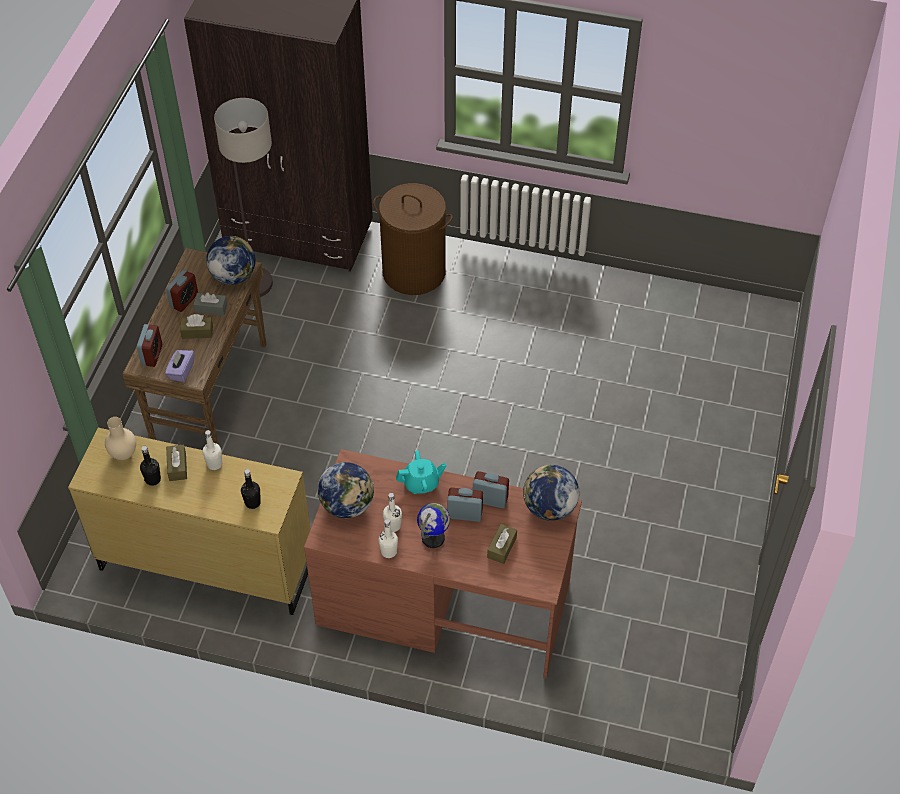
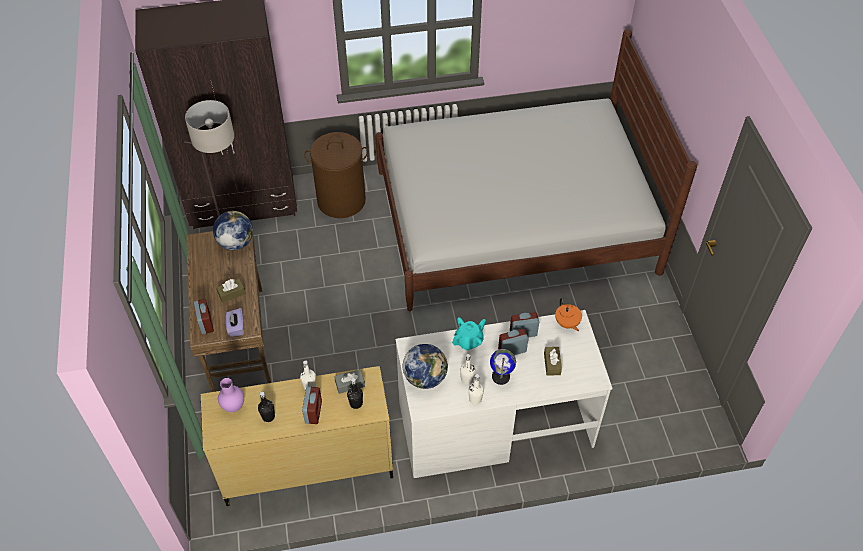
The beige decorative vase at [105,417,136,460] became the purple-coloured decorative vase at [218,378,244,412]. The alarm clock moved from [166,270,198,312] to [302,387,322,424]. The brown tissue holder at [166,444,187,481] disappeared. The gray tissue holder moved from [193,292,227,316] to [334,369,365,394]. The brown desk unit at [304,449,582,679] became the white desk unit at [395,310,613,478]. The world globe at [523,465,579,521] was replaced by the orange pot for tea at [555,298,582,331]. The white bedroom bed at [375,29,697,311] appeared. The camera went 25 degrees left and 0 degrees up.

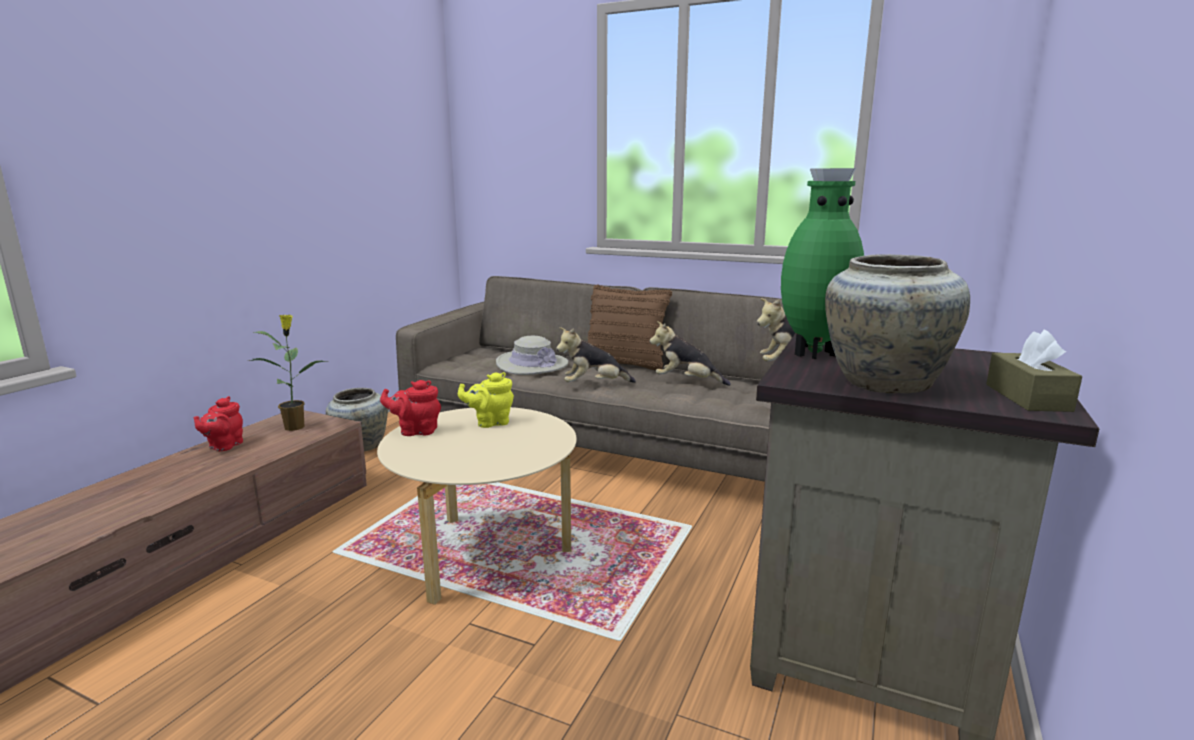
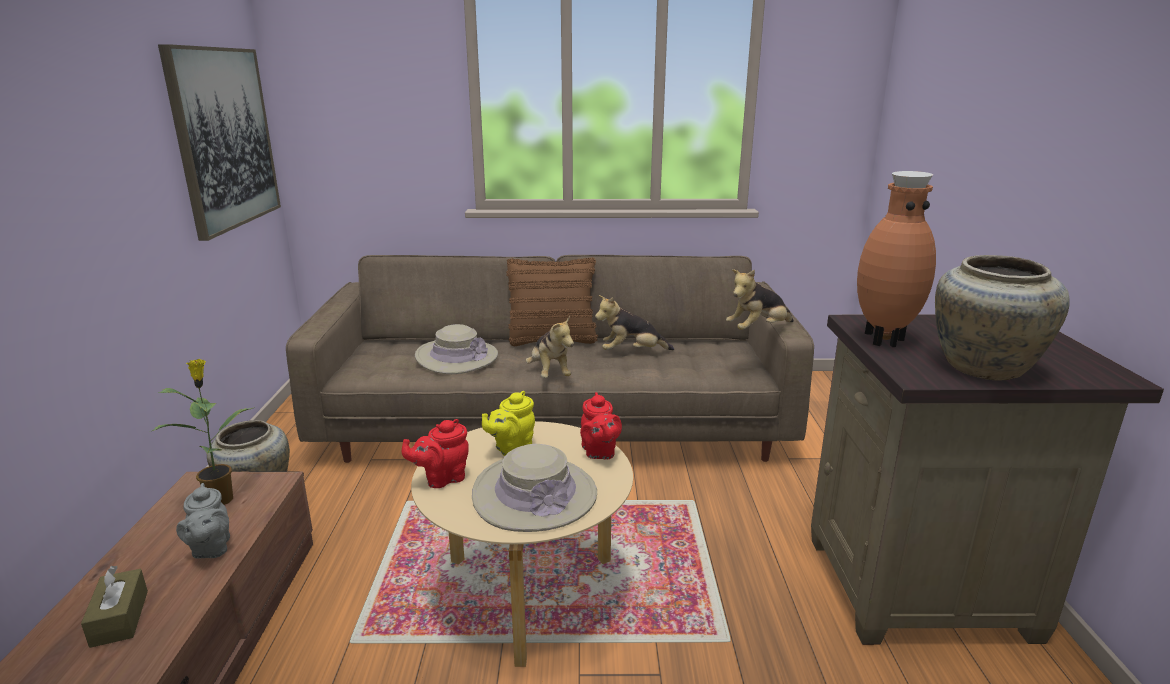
The reddish pot for tea moved from [194,396,243,451] to [580,392,622,459]. The soft toy at [556,327,636,383] turned 75 degrees counterclockwise. The green-coloured decorative vase at [781,168,864,359] became the brown decorative vase at [857,171,936,347]. The brown tissue holder moved from [986,330,1082,412] to [81,565,148,648]. The wall art at [158,44,281,241] appeared. The gray pot for tea at [176,483,230,559] appeared. The beige clothing hat at [472,444,597,532] appeared. The camera went 25 degrees left and 5 degrees up.

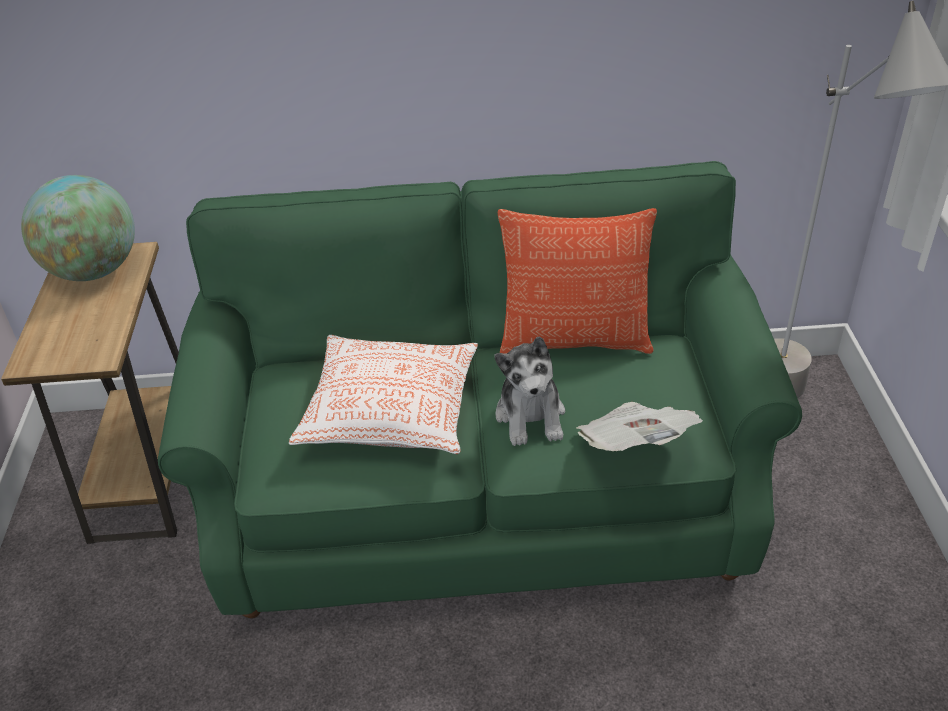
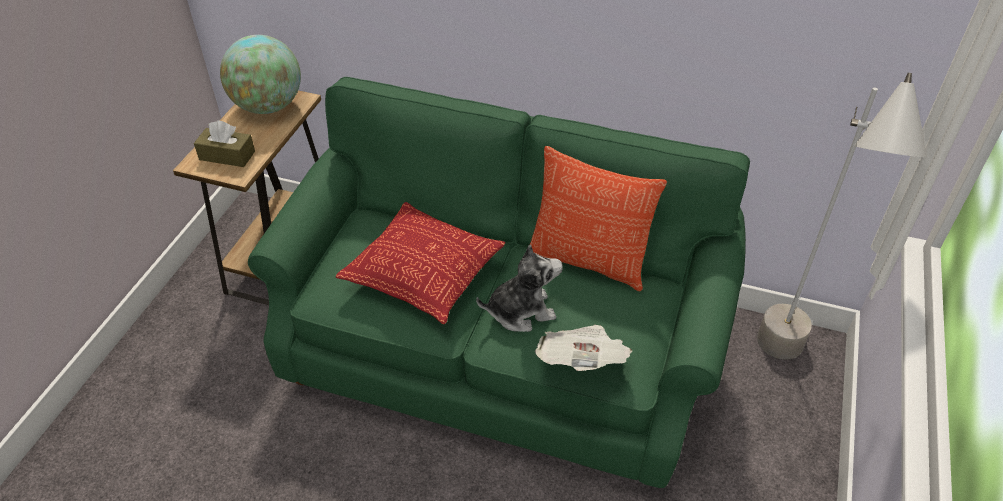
The white cushion at [289,335,478,454] became the reddish cushion at [336,202,505,324]. The soft toy at [494,336,565,446] turned 120 degrees counterclockwise. The brown tissue holder at [194,120,255,167] appeared. The camera went 20 degrees right and 5 degrees up.

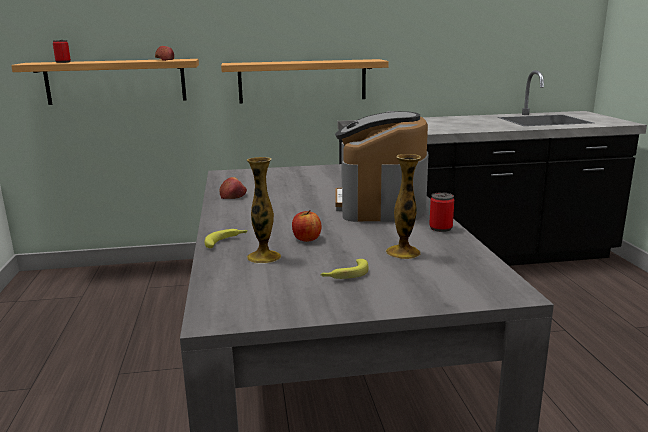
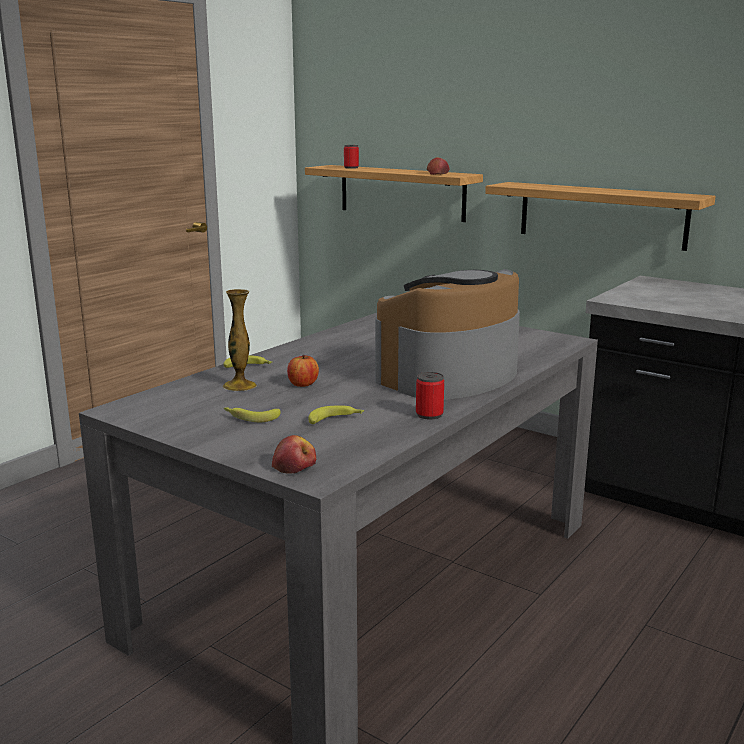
The apple moved from [219,177,247,199] to [272,435,316,474]. The decorative vase at [386,154,421,259] was replaced by the banana at [308,405,365,424]. The camera went 45 degrees right and 0 degrees up.

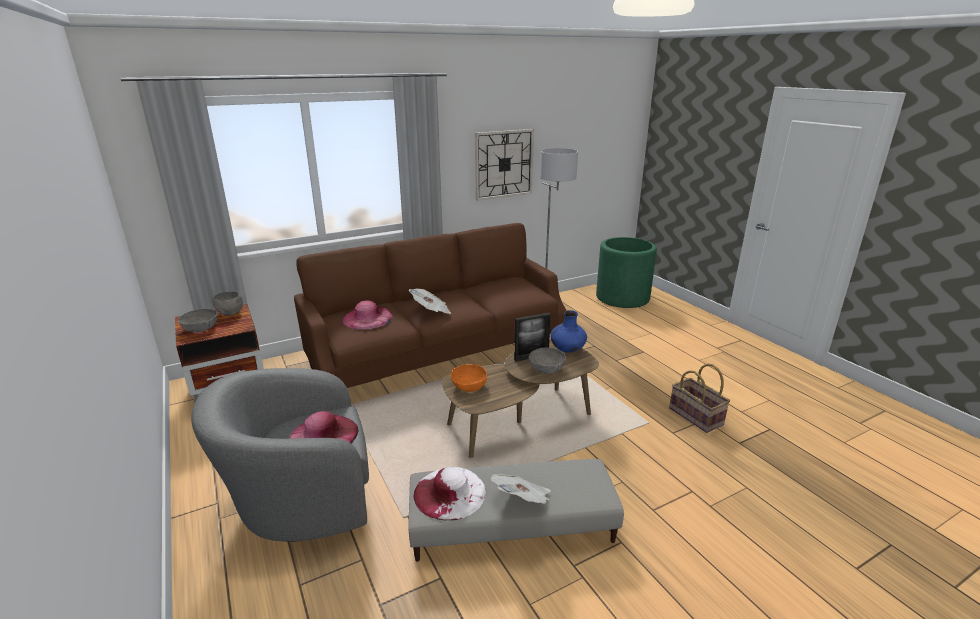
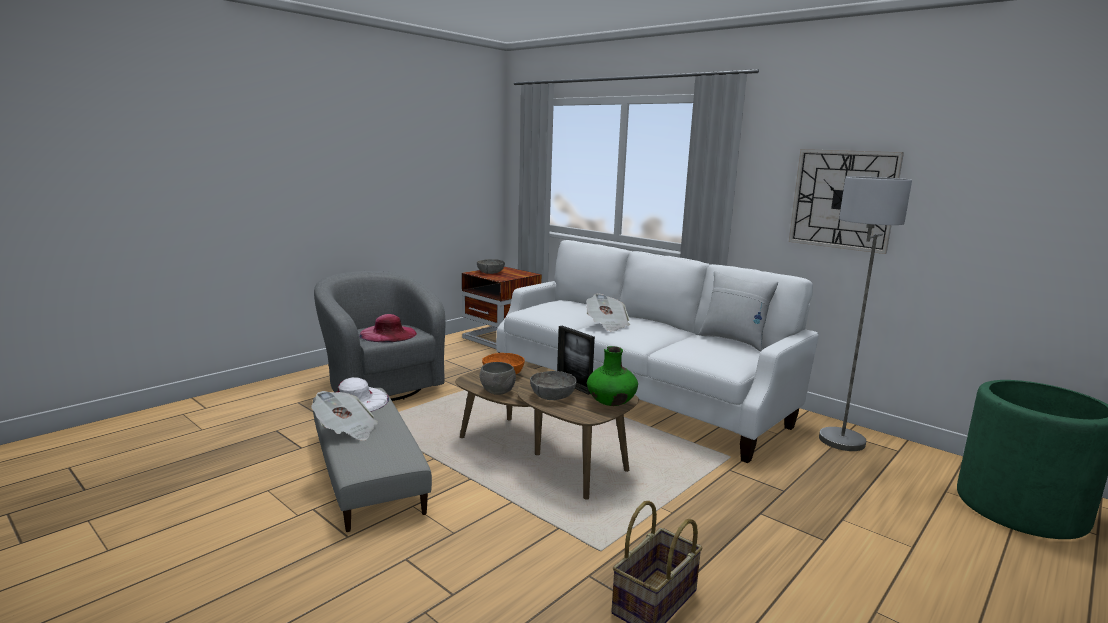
The gray deep dish moved from [213,291,243,316] to [480,362,516,395]. The brown sofa at [294,223,566,388] became the white sofa at [496,240,819,463]. The pink clothing hat at [342,300,393,330] disappeared. The bluish decorative vase at [550,310,587,353] became the green-coloured decorative vase at [587,346,638,406]. The gray cushion at [698,271,778,351] appeared. The camera went 70 degrees right and 10 degrees down.

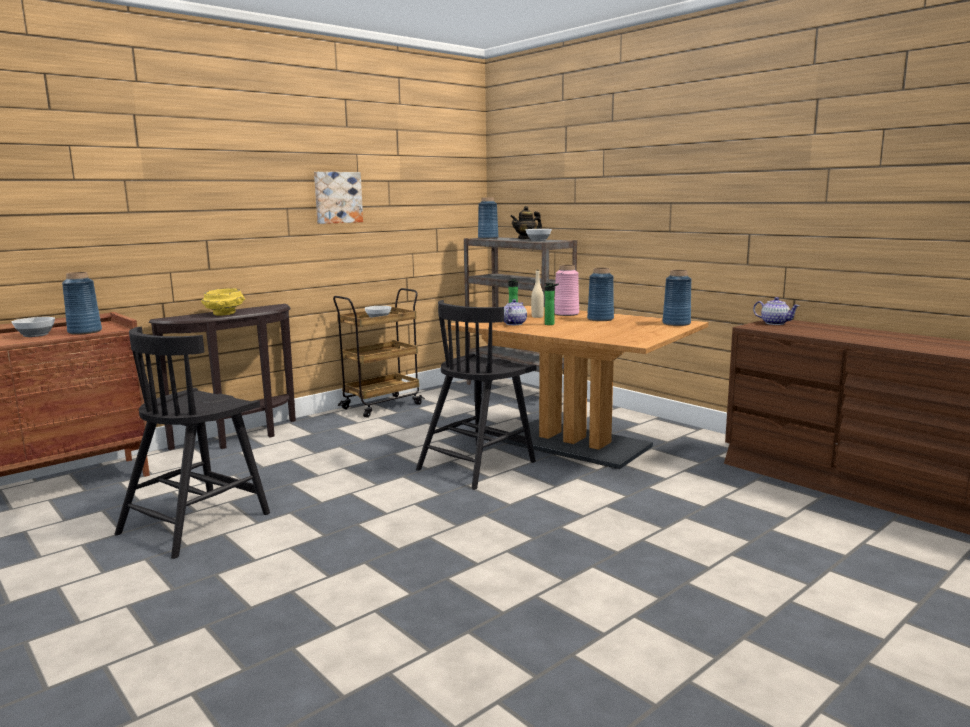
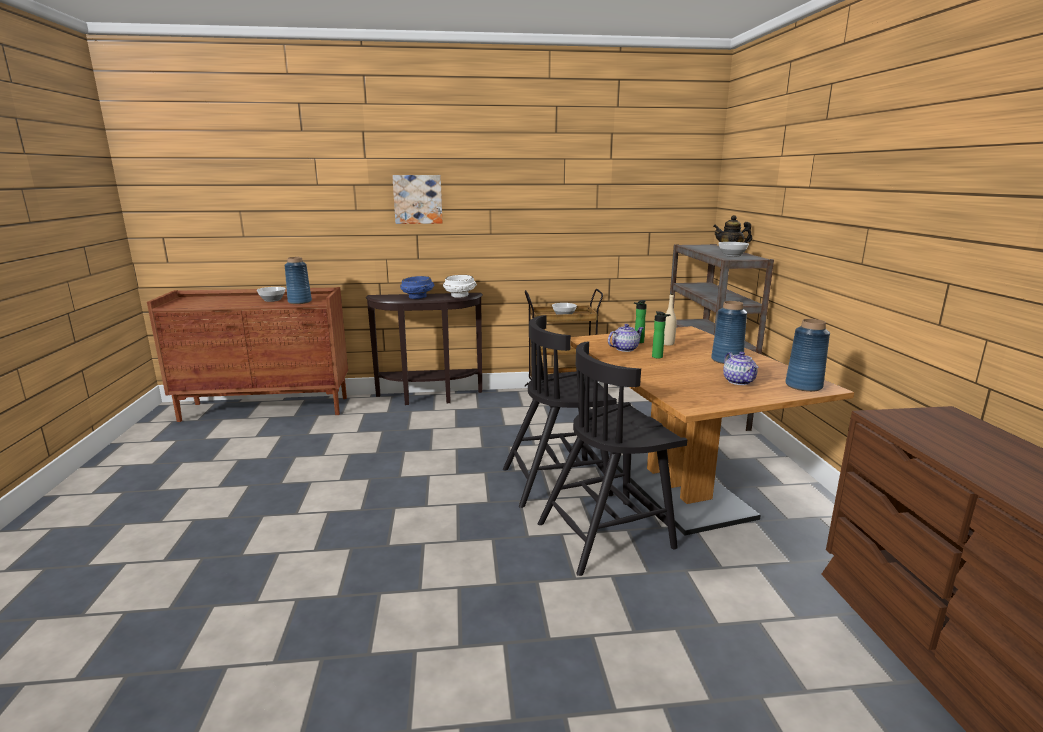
The black-coloured plain chair moved from [114,326,270,559] to [538,342,687,576]. The yellowish deep dish at [201,288,245,315] became the bluish deep dish at [400,276,435,299]. The wall art moved from [314,172,363,224] to [392,175,443,224]. The bluish decorative vase at [478,197,499,239] disappeared. The pink decorative vase at [554,265,579,316] disappeared. The pot for tea moved from [753,297,800,325] to [723,352,759,385]. The white deep dish at [443,275,477,298] appeared. The camera went 35 degrees right and 5 degrees up.

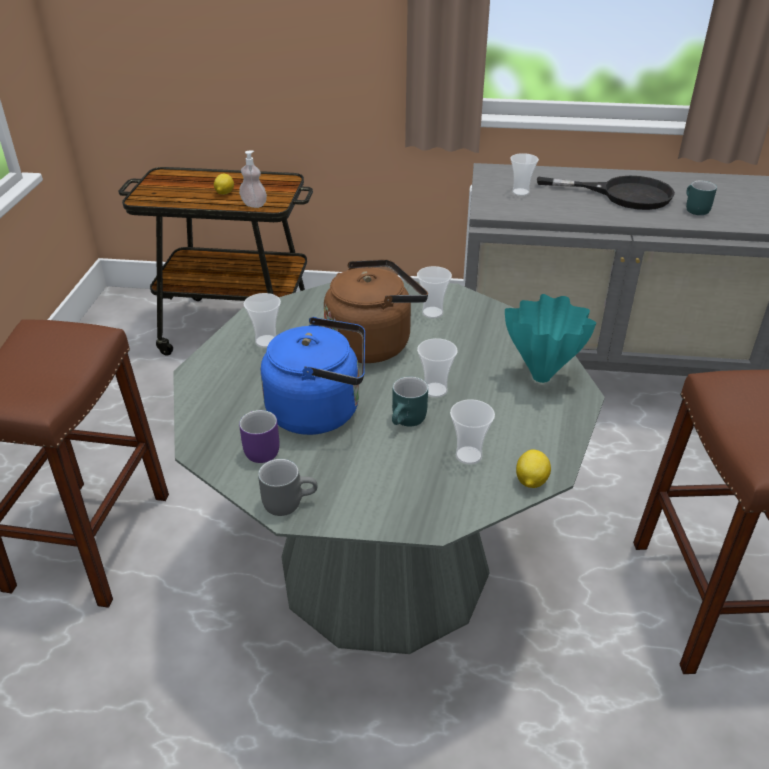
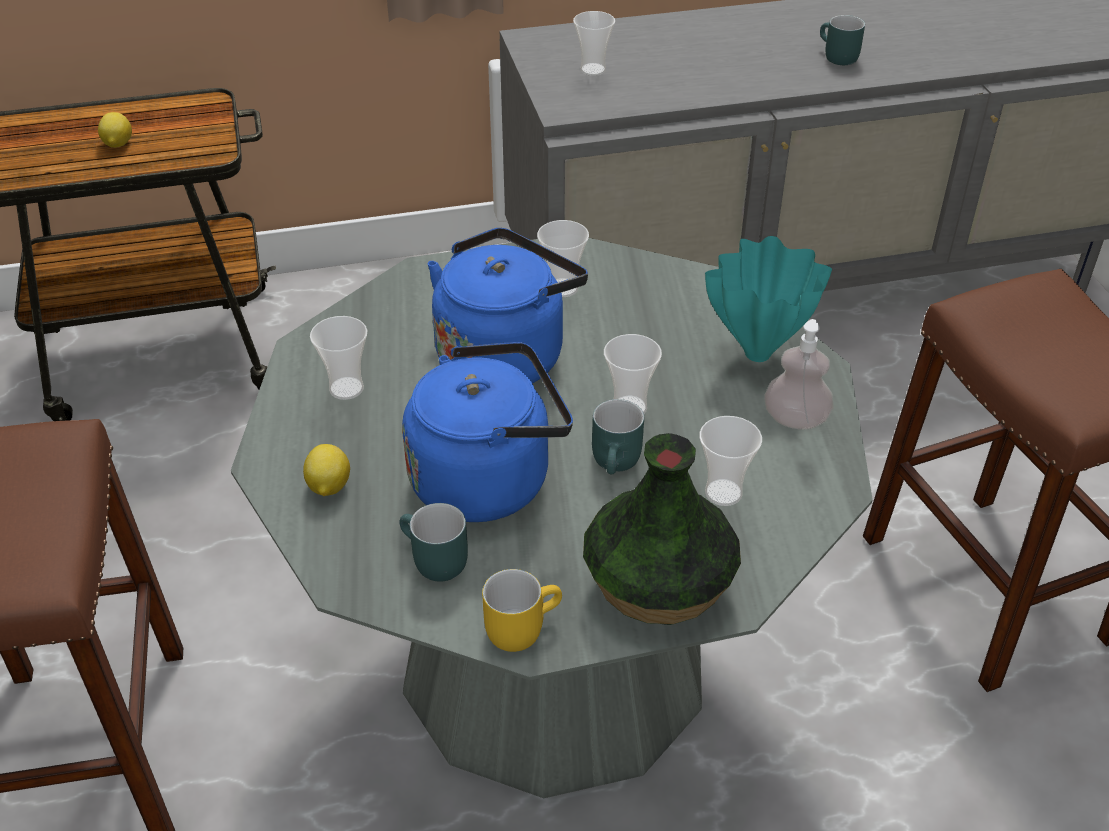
The liquid soap bottle moved from [239,150,267,208] to [764,319,833,430]. The purple-coloured tea mug at [239,410,279,463] became the turquoise-coloured tea mug at [399,503,468,582]. The gray tea mug at [258,459,318,516] became the yellowish tea mug at [482,569,562,652]. The brown water kettle at [324,259,428,363] became the bluish water kettle at [428,228,588,384]. The whole lemon moved from [516,449,551,488] to [303,444,350,496]. The black-coloured skillet at [537,176,675,210] disappeared. The decorative vase at [583,433,741,625] appeared. The camera went 20 degrees left and 5 degrees up.

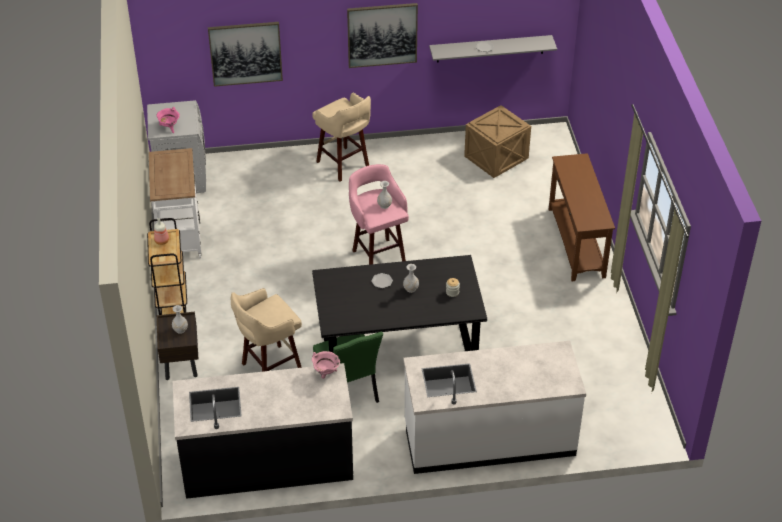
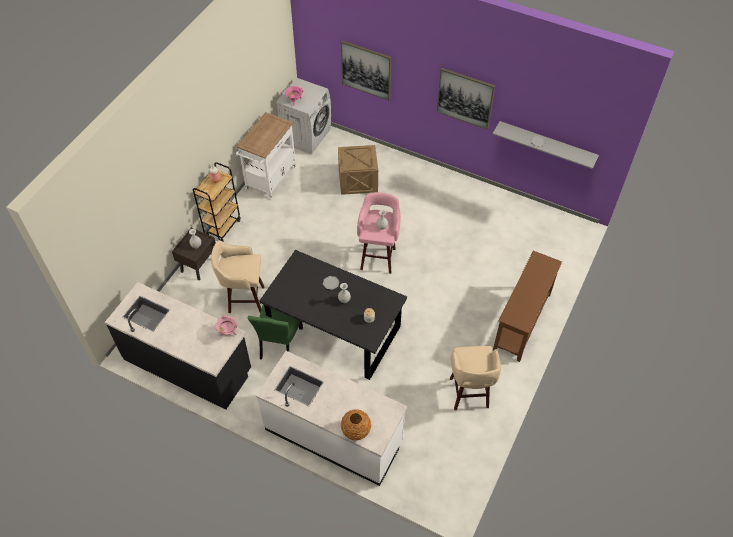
The beige stool seat moved from [312,93,371,182] to [450,346,501,410]. The packing crate moved from [464,105,531,178] to [338,145,378,194]. The decorative vase at [341,409,371,441] appeared. The camera went 35 degrees right and 10 degrees up.

